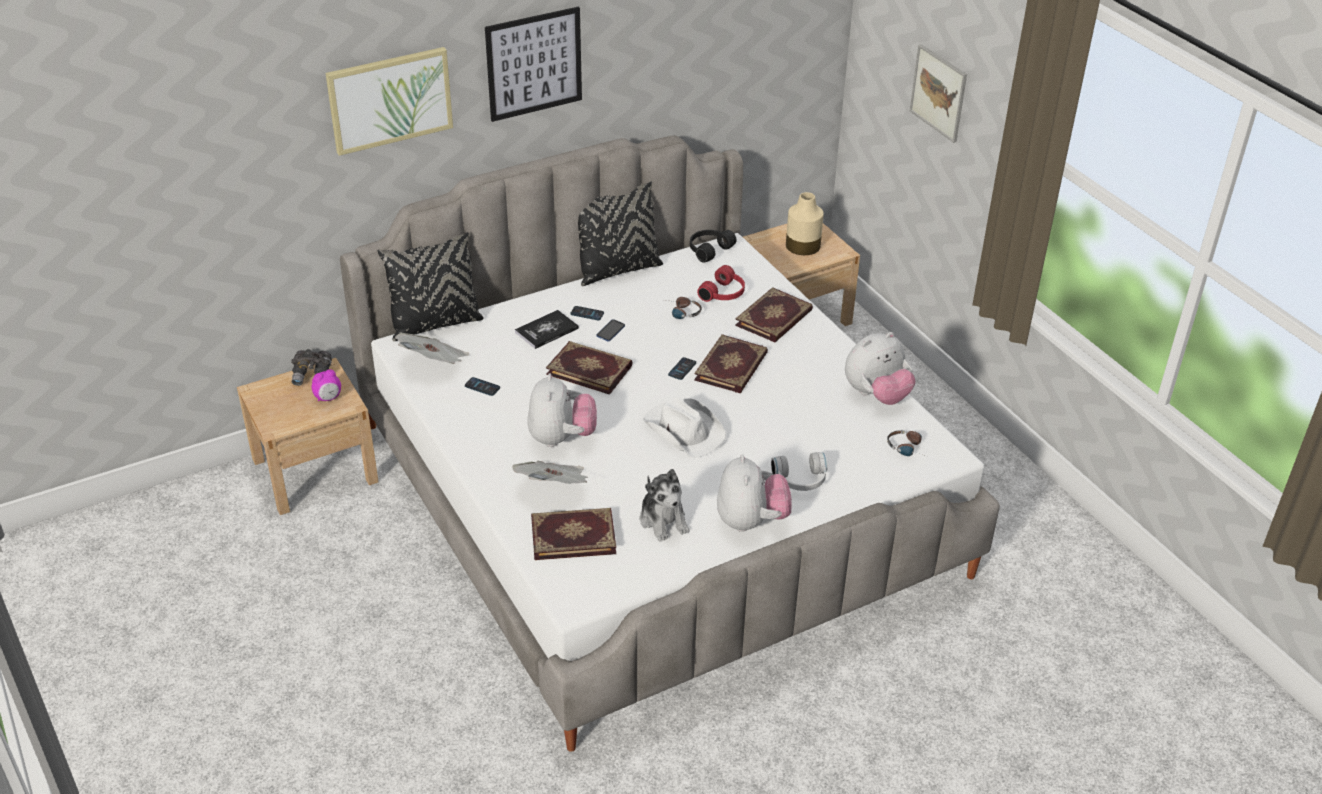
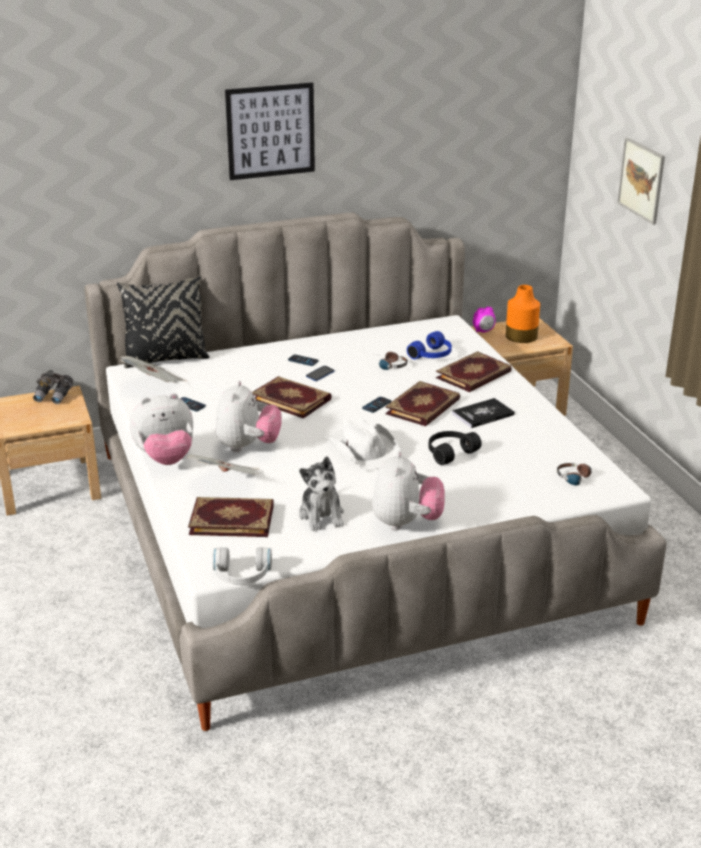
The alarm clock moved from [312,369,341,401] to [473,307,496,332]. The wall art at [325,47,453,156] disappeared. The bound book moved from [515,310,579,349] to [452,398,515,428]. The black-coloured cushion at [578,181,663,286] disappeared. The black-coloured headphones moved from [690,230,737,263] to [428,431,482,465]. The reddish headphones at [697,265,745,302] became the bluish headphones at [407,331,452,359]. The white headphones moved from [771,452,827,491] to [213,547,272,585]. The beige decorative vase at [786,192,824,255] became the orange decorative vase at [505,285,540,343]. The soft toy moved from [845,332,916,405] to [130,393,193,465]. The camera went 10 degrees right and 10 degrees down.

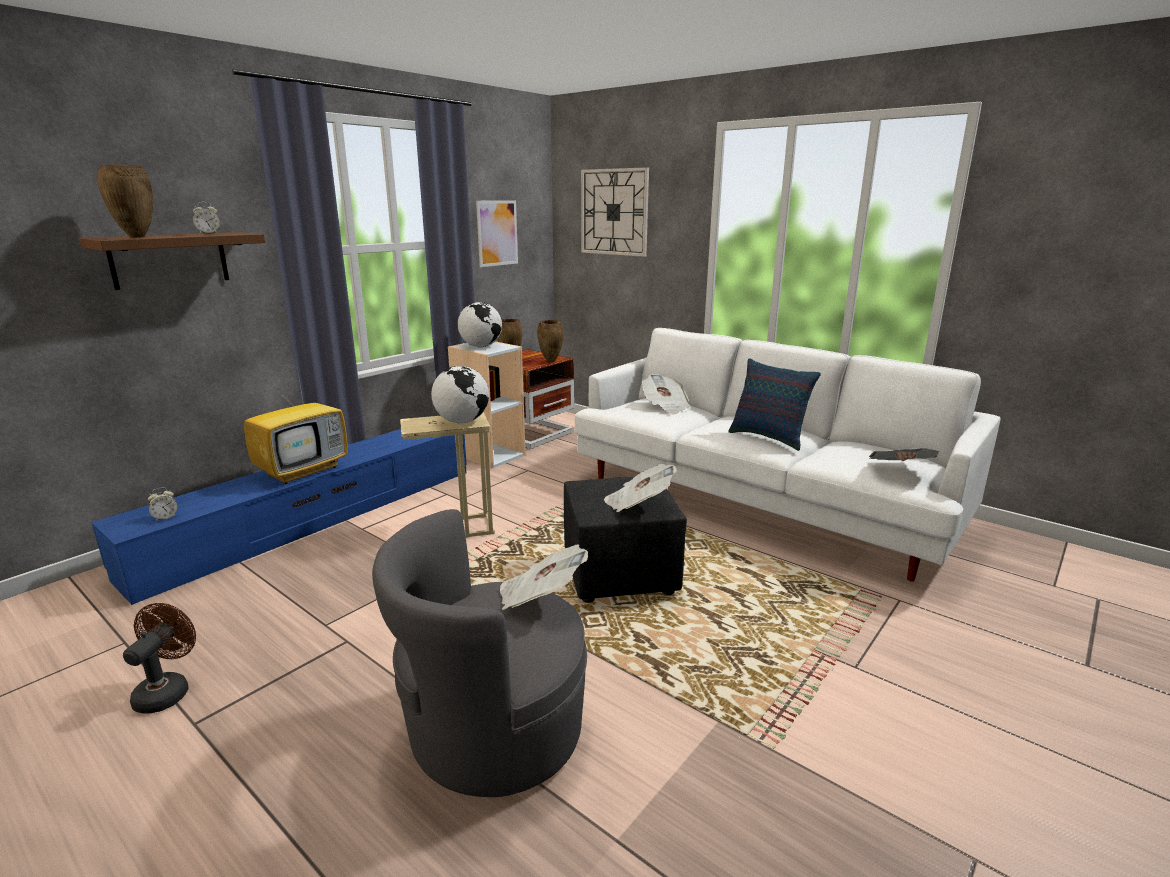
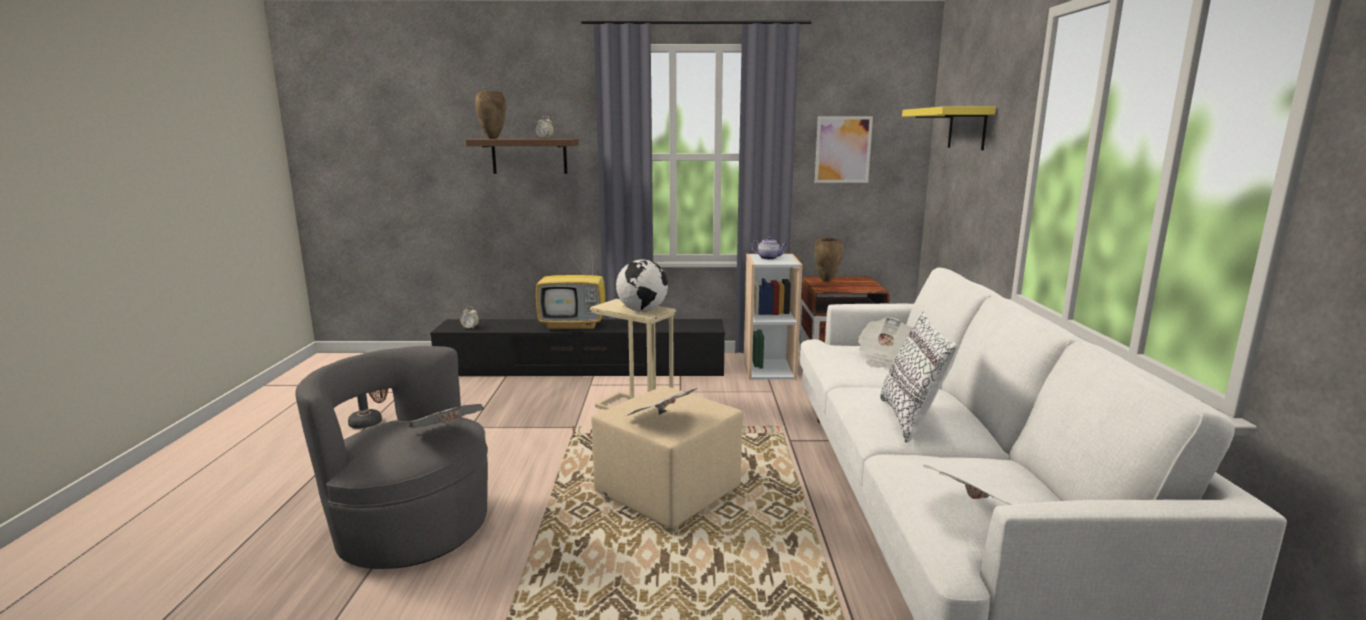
The bluish tv unit at [91,429,467,605] became the black-coloured tv unit at [430,319,725,376]. The world globe at [458,302,502,347] was replaced by the pot for tea at [751,237,788,260]. The brown decorative vase at [537,320,564,362] disappeared. The black-coloured pouffe at [564,477,687,603] became the beige pouffe at [591,386,743,531]. The wall clock at [581,167,649,257] was replaced by the yellowish wall shelf at [902,107,995,150]. The bluish cushion at [729,358,821,451] became the white cushion at [880,312,957,443]. The camera went 50 degrees right and 5 degrees down.

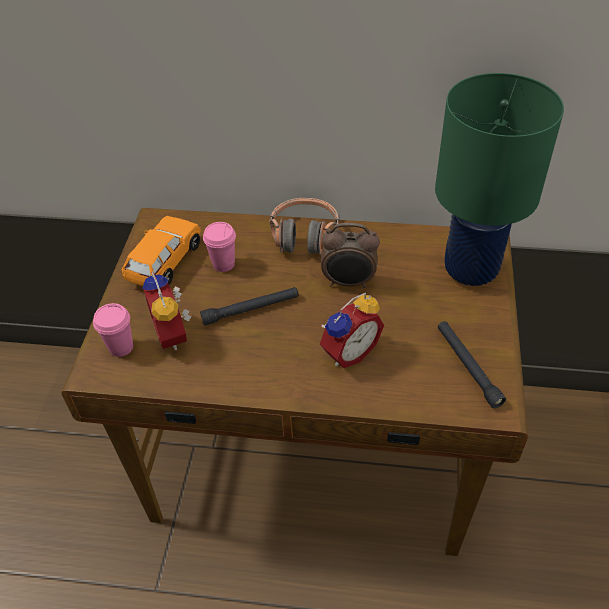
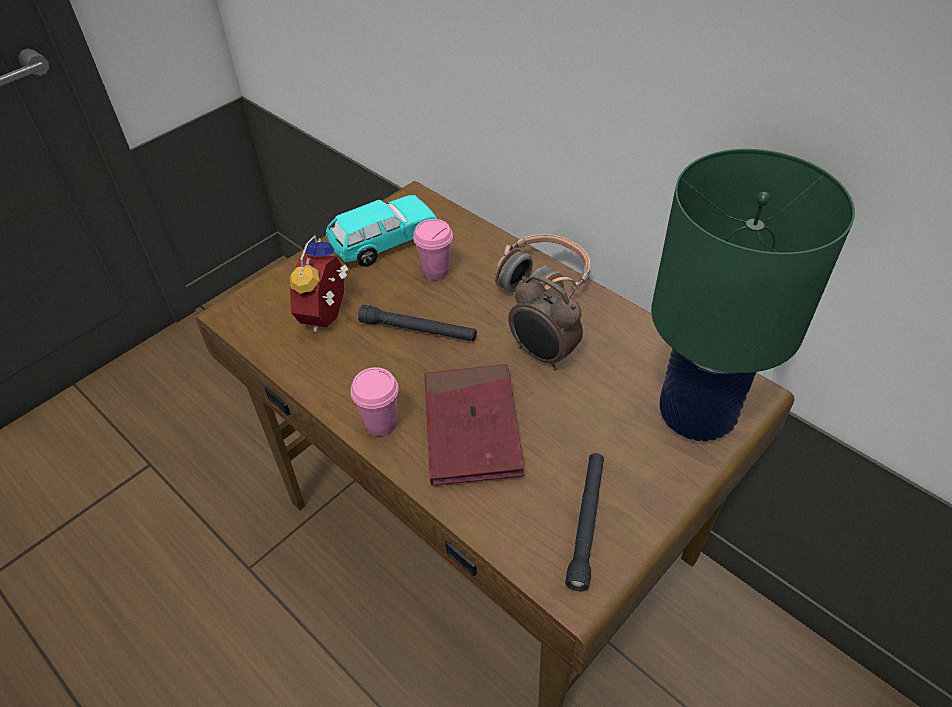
The pink small cup moved from [93,303,133,357] to [351,367,399,436]. The orange model car at [122,216,201,286] became the turquoise-coloured model car at [326,195,437,267]. The alarm clock at [320,293,384,368] was replaced by the reddish bound book at [424,364,524,486]. The camera went 35 degrees right and 0 degrees up.

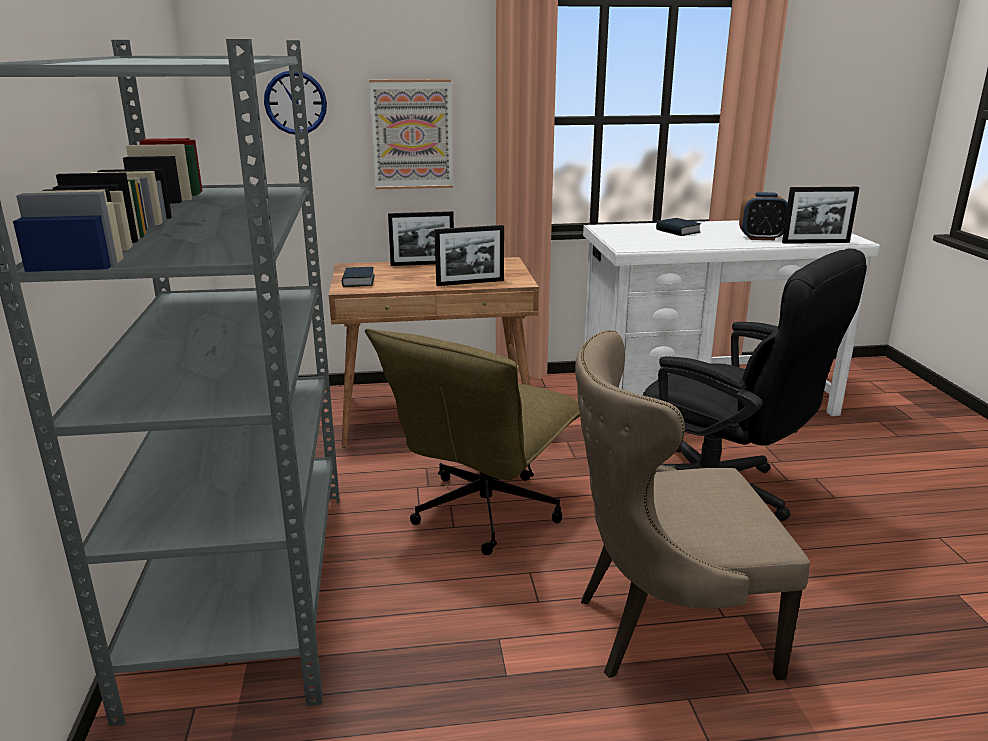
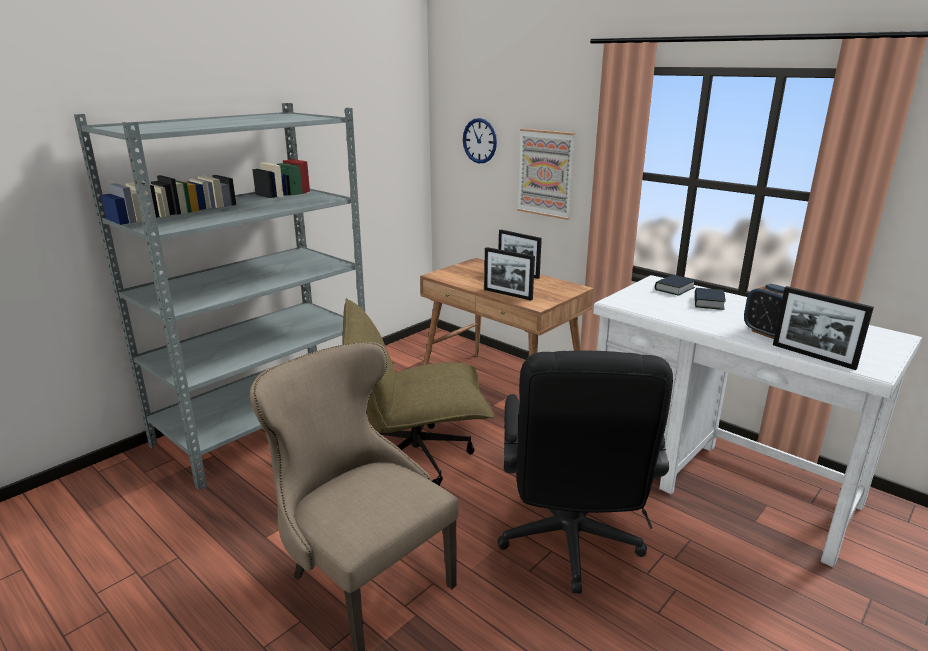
The bound book moved from [342,267,375,287] to [655,275,695,296]. The camera went 50 degrees right and 0 degrees up.

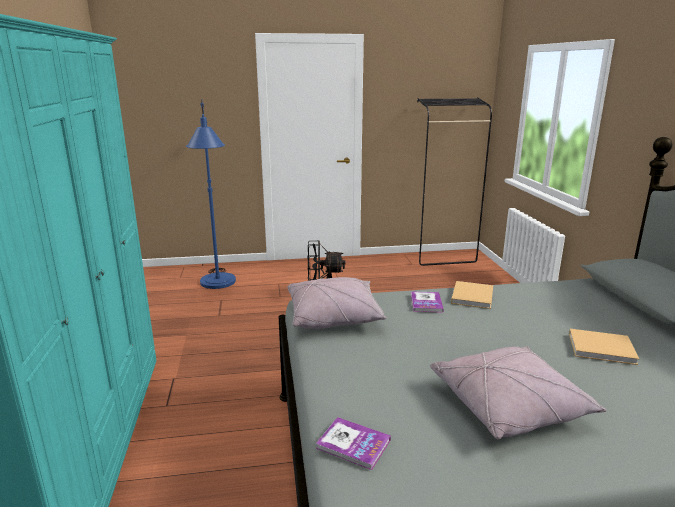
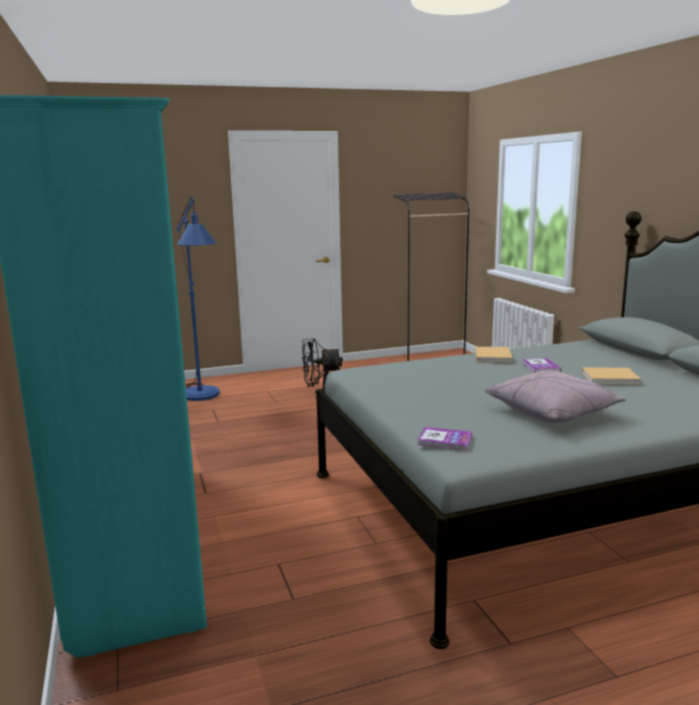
The purple-coloured cushion at [287,277,387,329] disappeared. The bound book moved from [411,291,444,313] to [522,358,561,373]. The camera went 10 degrees left and 5 degrees down.

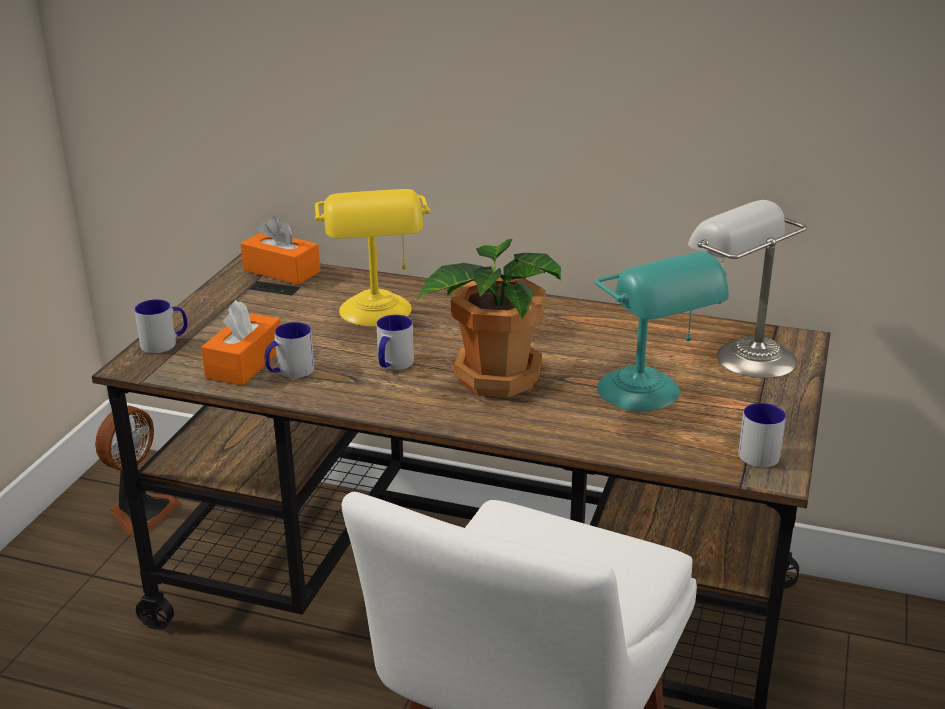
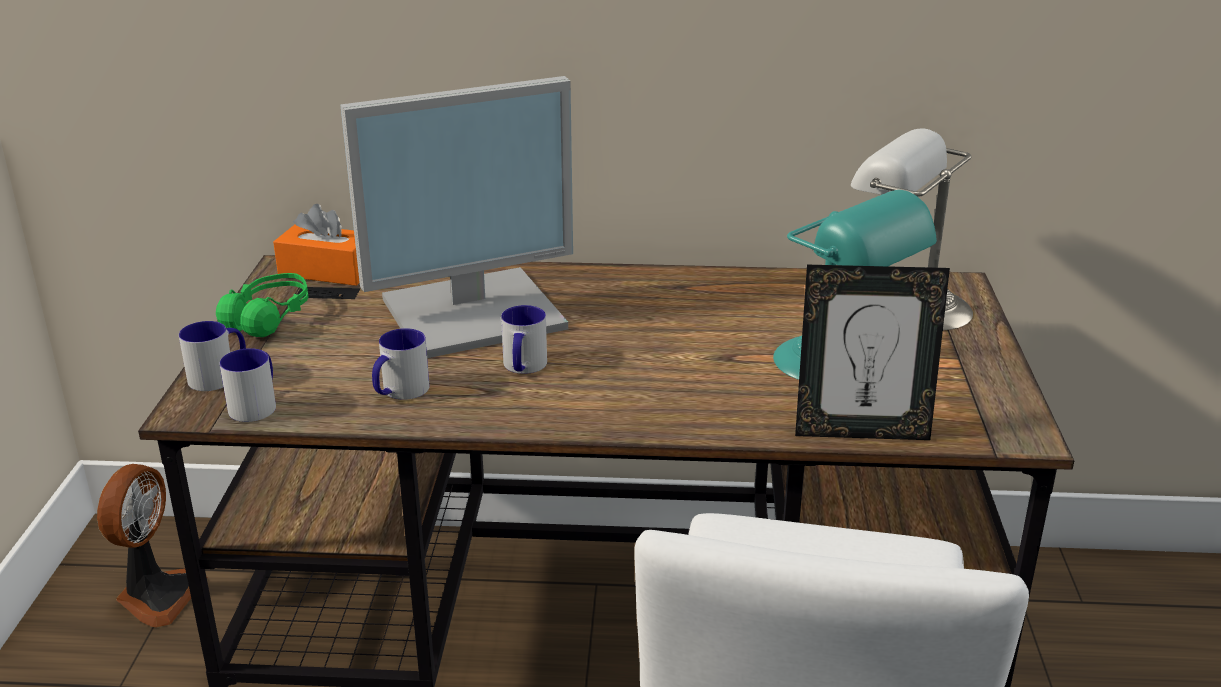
The orange tissue holder at [201,300,281,386] disappeared. The yellowish lamp for a table at [315,189,430,326] was replaced by the computer display at [340,76,573,358]. The plant in a pot at [416,239,561,398] disappeared. The tea mug moved from [738,403,786,468] to [220,348,276,422]. The green-coloured headphones at [216,273,309,337] appeared. The photo frame at [795,265,950,440] appeared. The camera went 15 degrees left and 0 degrees up.

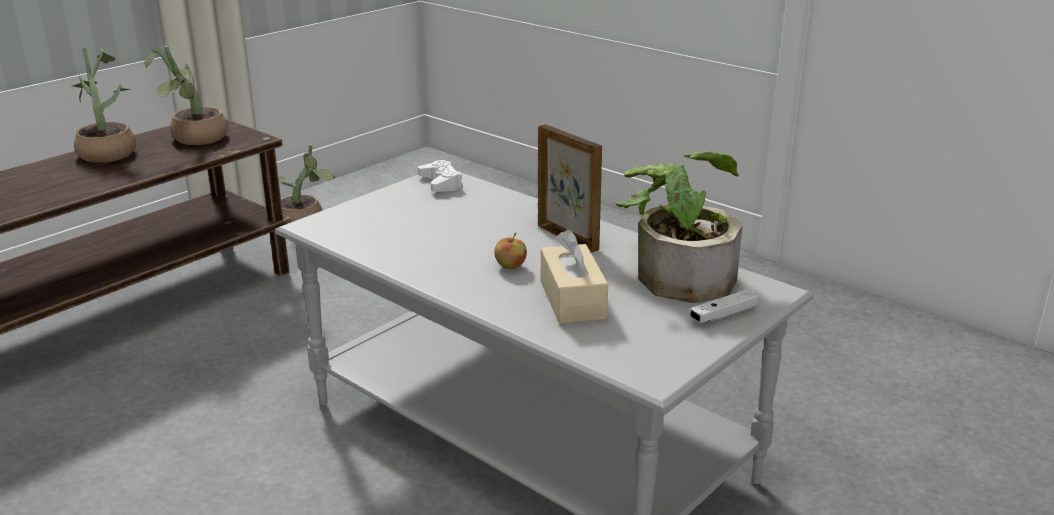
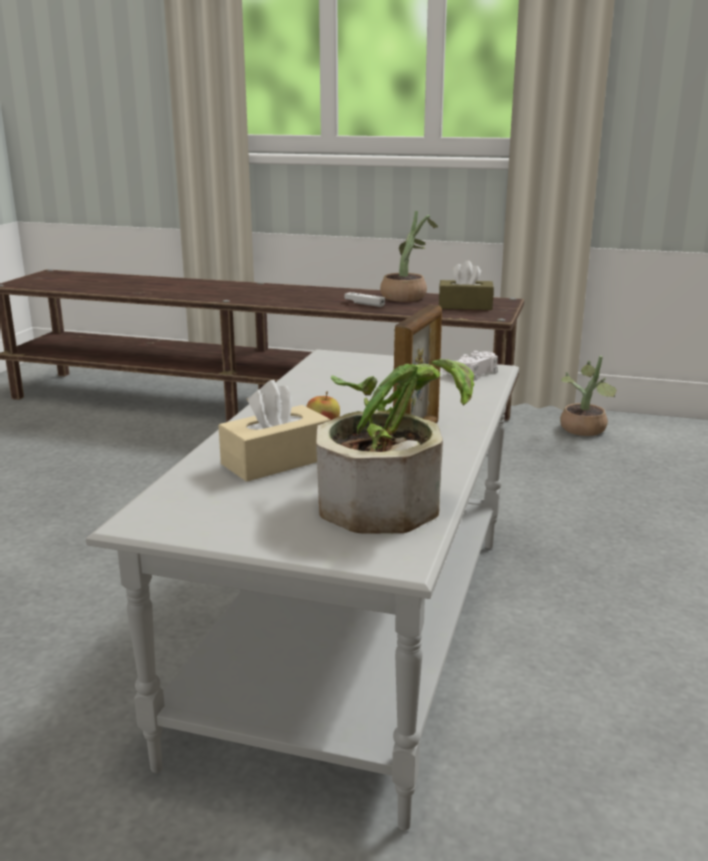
The plant in a pot at [144,46,228,145] was replaced by the brown tissue holder at [438,260,494,310]. The white game controller moved from [690,289,759,323] to [344,292,385,307]. The camera went 65 degrees right and 5 degrees down.

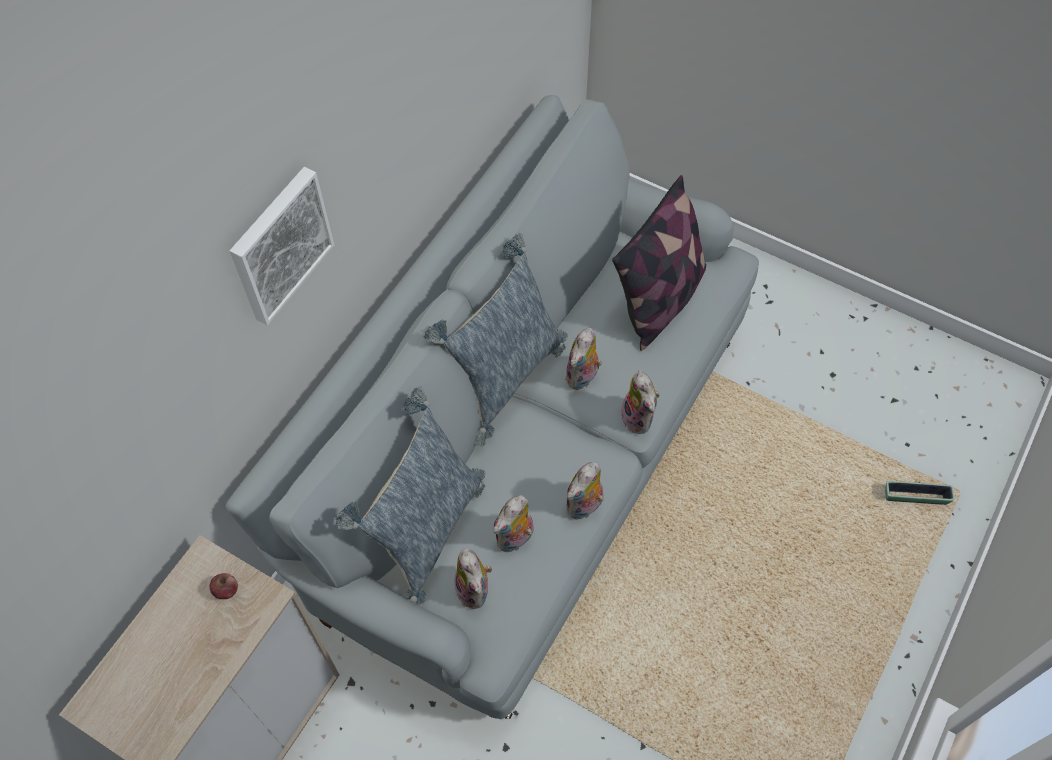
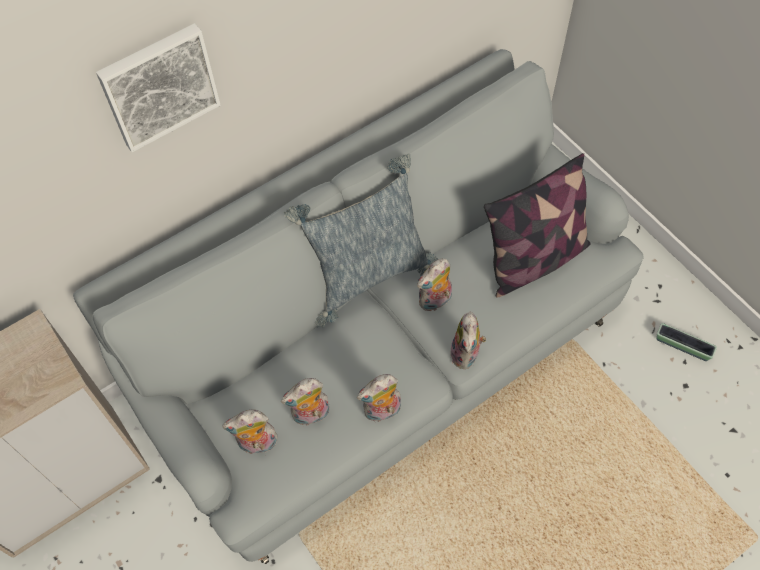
The apple at [210,573,238,599] disappeared. The cushion at [334,385,486,605] disappeared. The soft toy at [454,548,492,609] turned 75 degrees clockwise. The planter moved from [885,481,955,505] to [657,323,717,361]. The camera went 25 degrees right and 0 degrees up.

